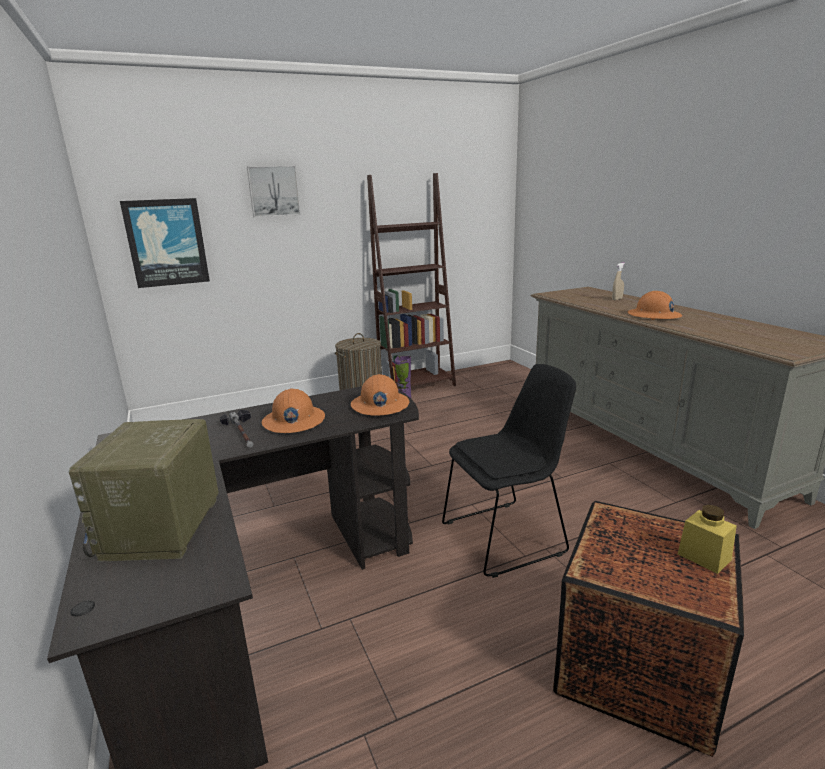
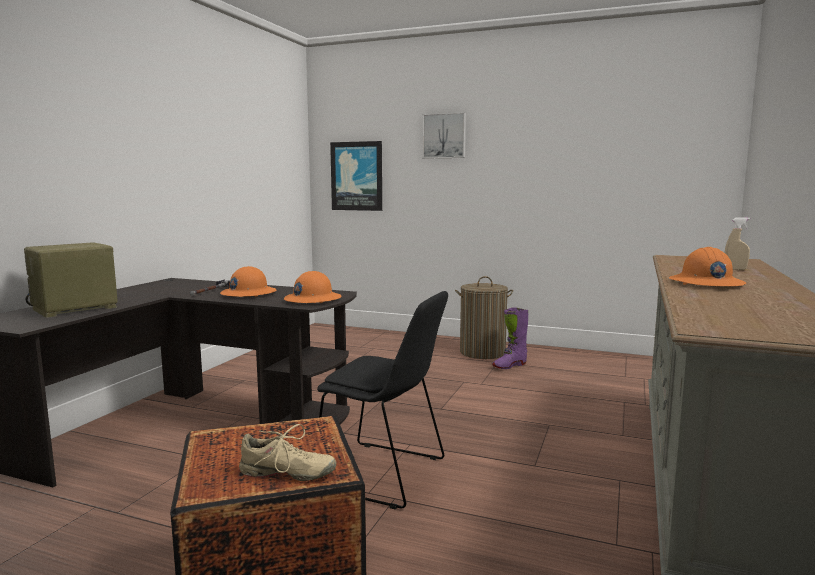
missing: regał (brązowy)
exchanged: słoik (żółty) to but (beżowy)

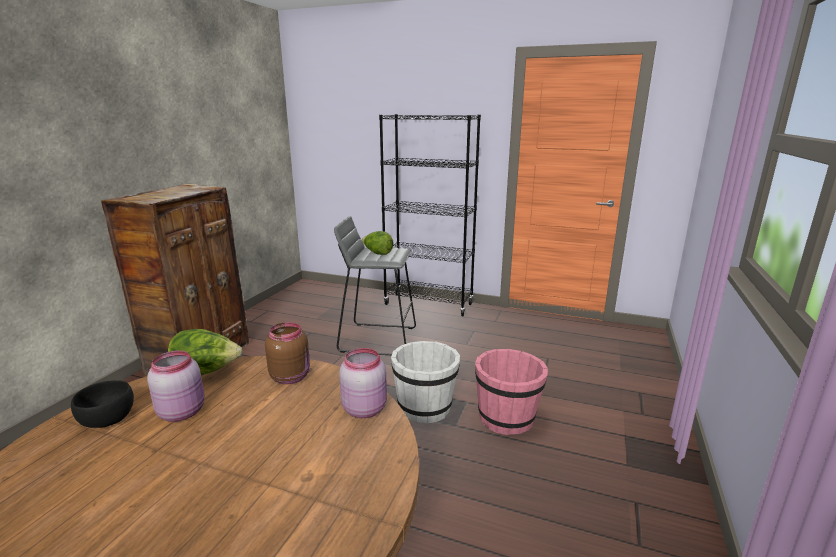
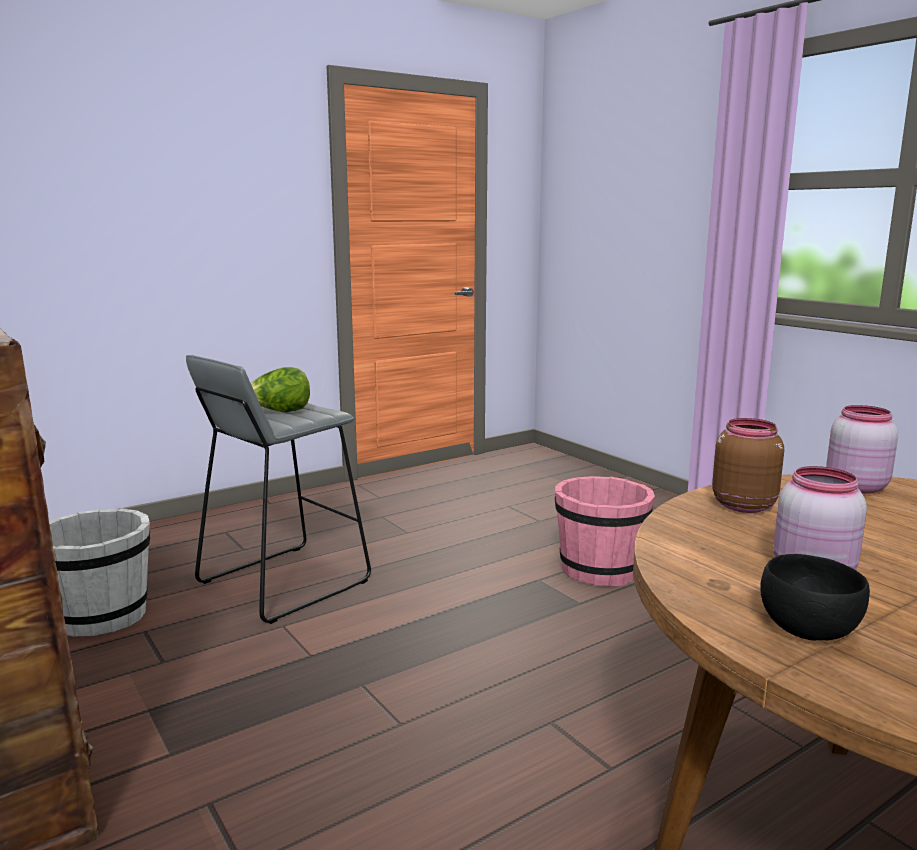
missing: sałata (no. 1 from left); regał (czarny)
relocated: wiadro (biały)

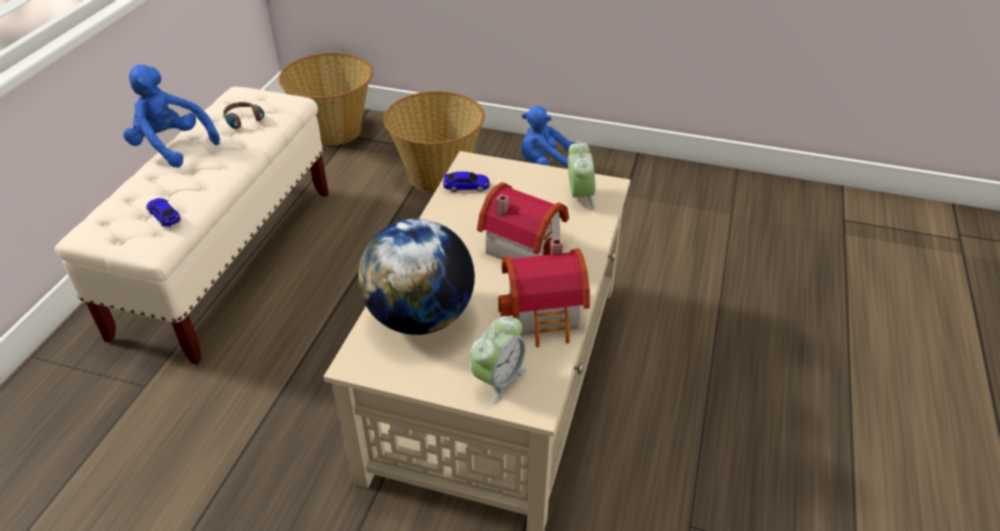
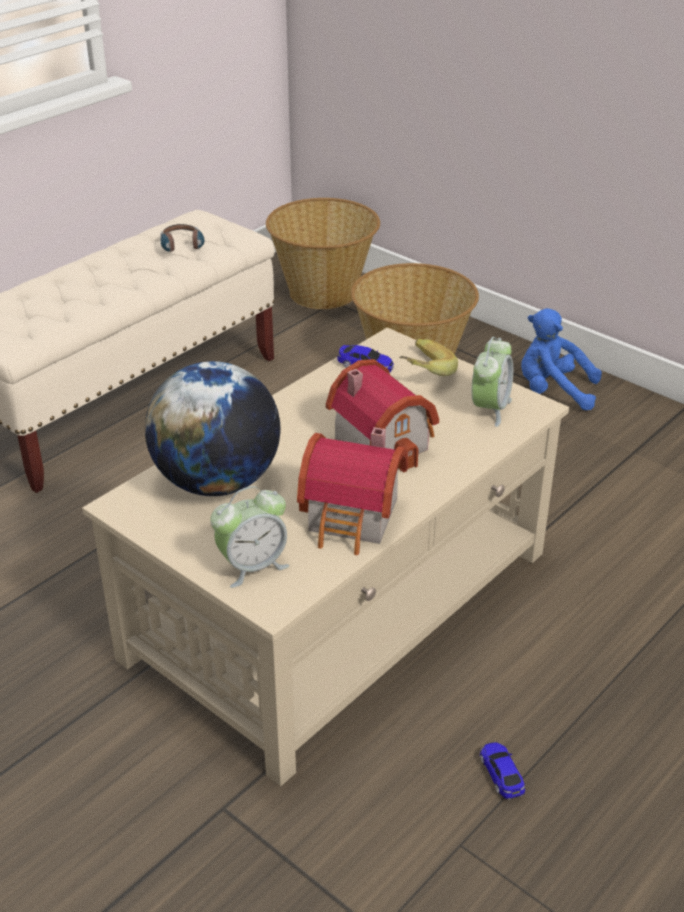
missing: pluszak (niebieski) (no. 1 from left)
appeared: banan
relocated: samochodzik (no. 1 from left in the first image) to samochodzik (no. 2 from left)

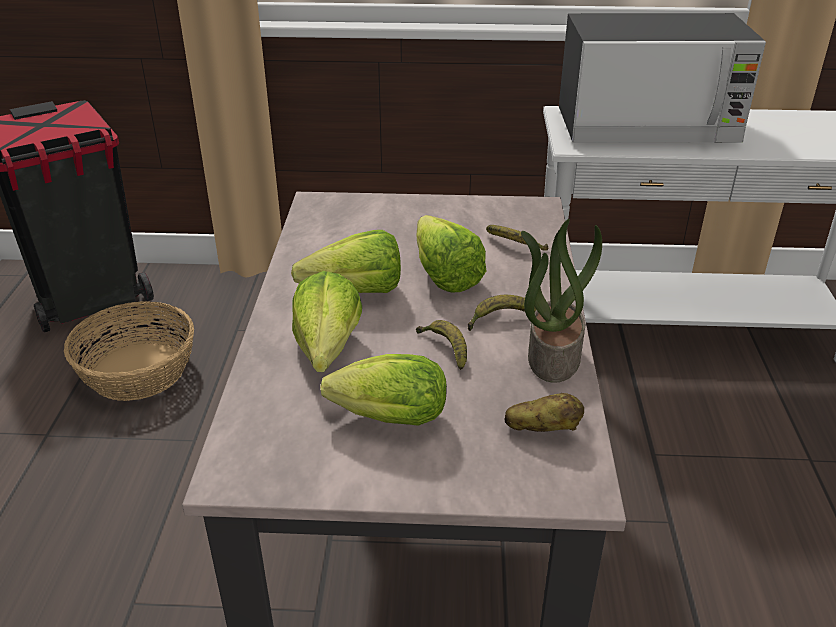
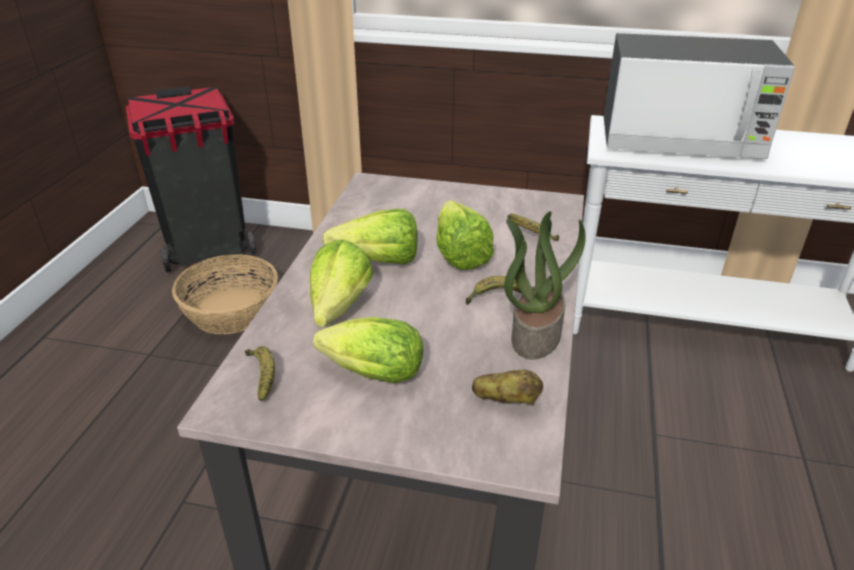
relocated: banan (no. 1 from left)

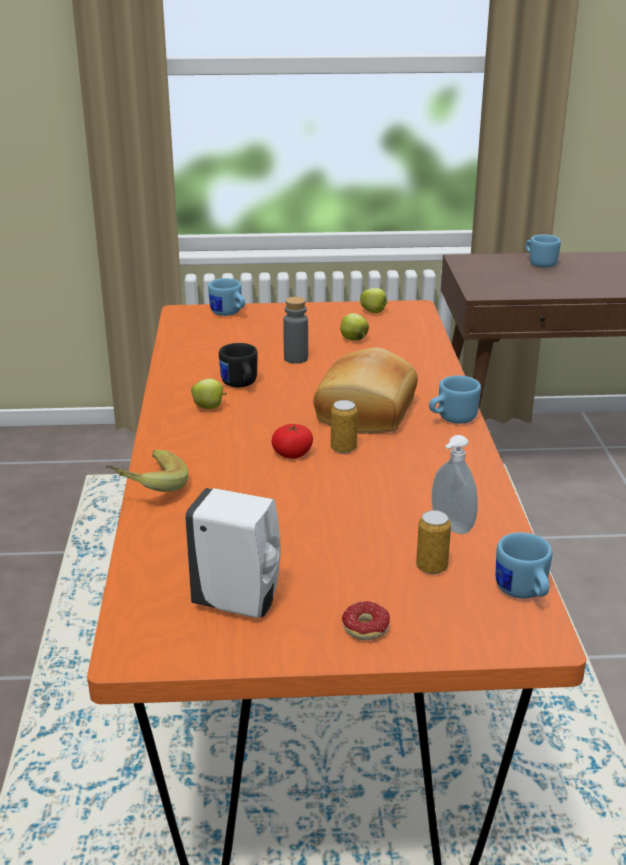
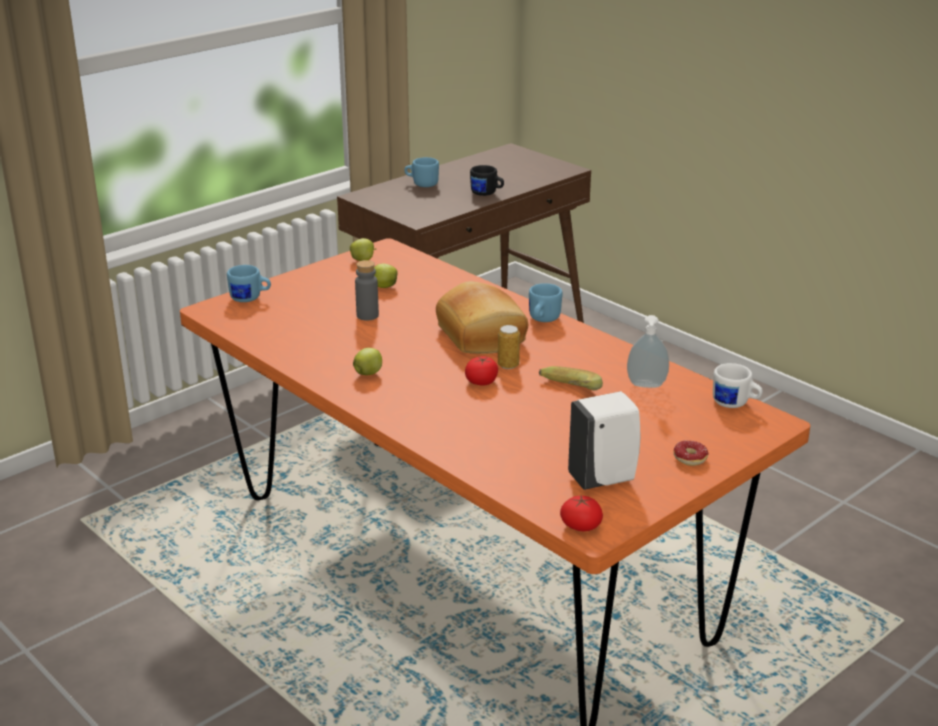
missing: puszka (no. 2 from left)
appeared: pomidor (no. 2 from left)
relocated: banan; kubek (czarny)
colour: kubek (niebieski) (no. 3 from left) to kubek (biały)

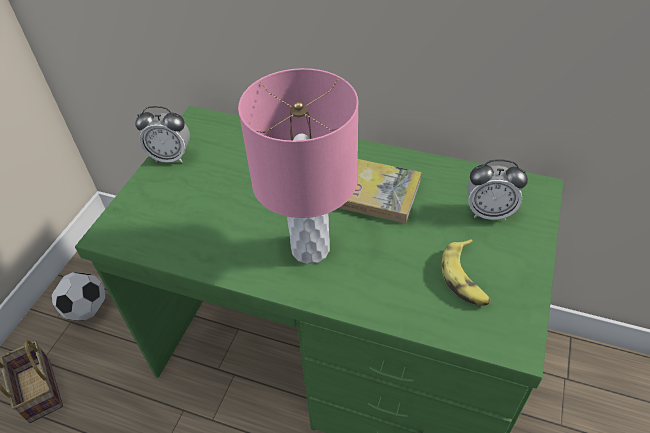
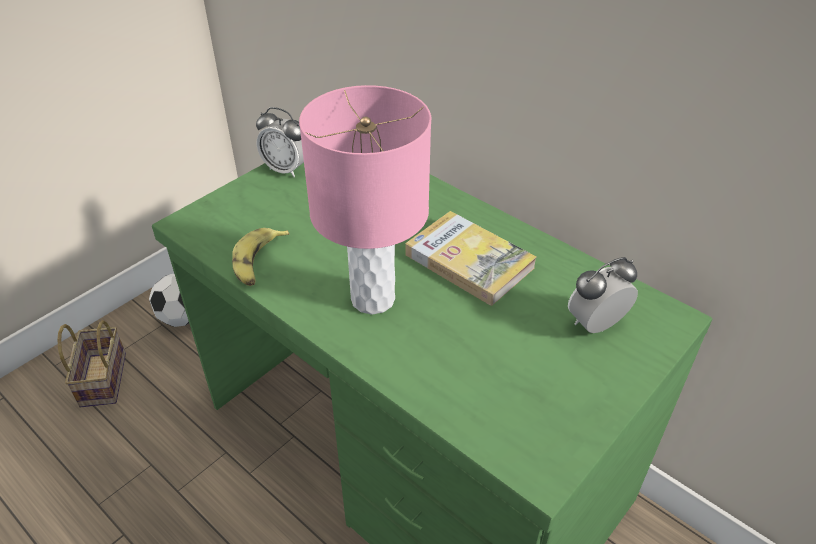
relocated: banan
spun: budzik (no. 2 from left) 120 degrees clockwise

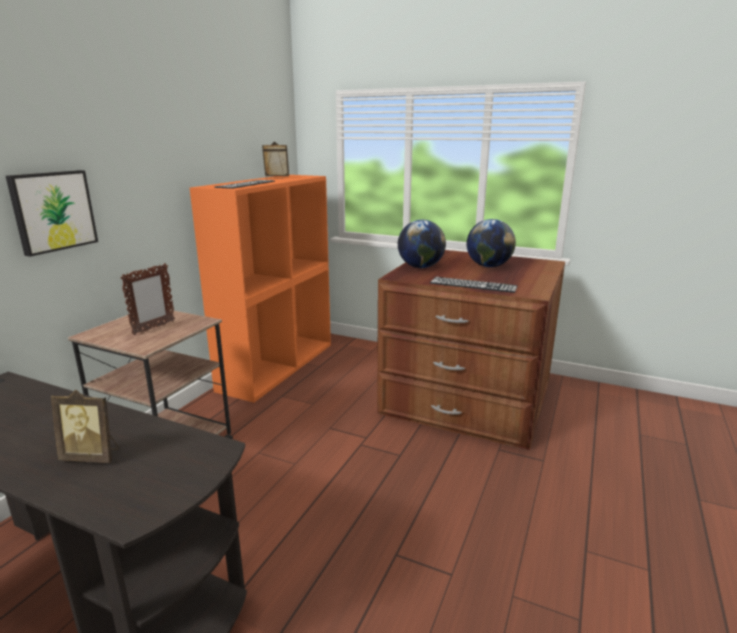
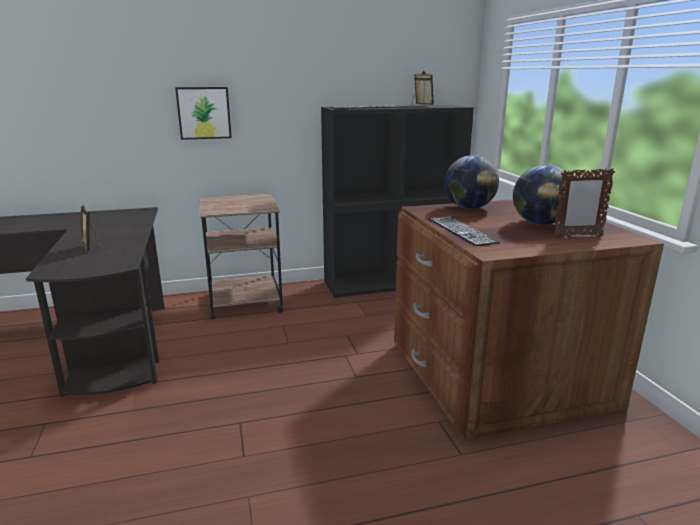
relocated: ramka na zdjęcie (no. 2 from left in the first image) to ramka na zdjęcie (no. 3 from left)
colour: regał (pomarańczowy) to regał (czarny)

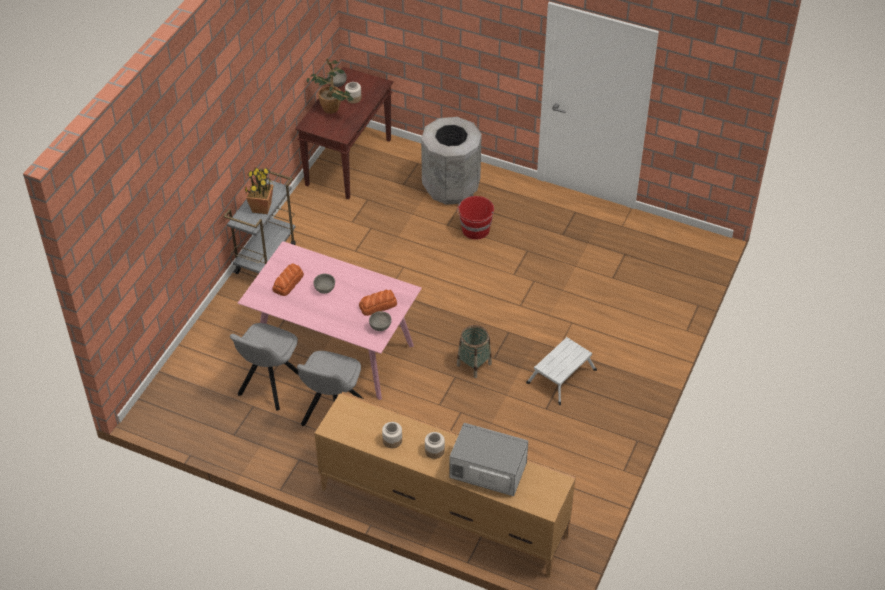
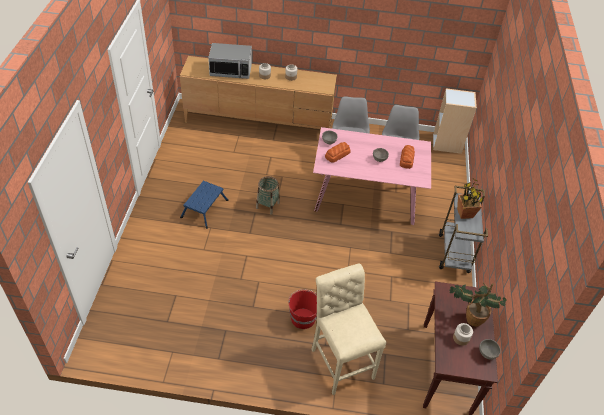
appeared: regał
exchanged: kosz na śmieci (szary) to stołek (beżowy)
colour: drabinka (biały) to drabinka (niebieski)

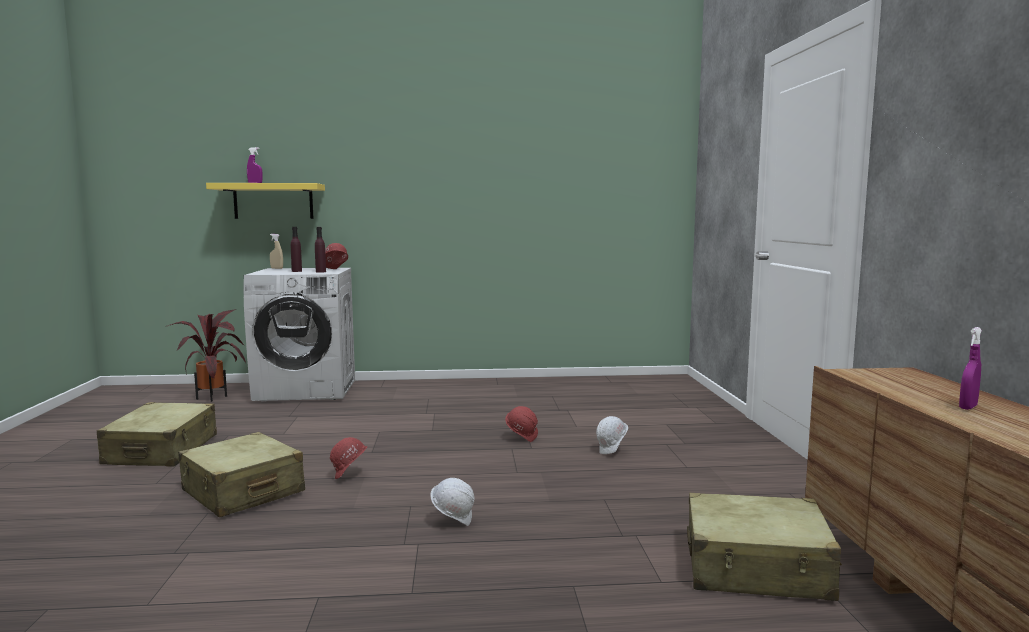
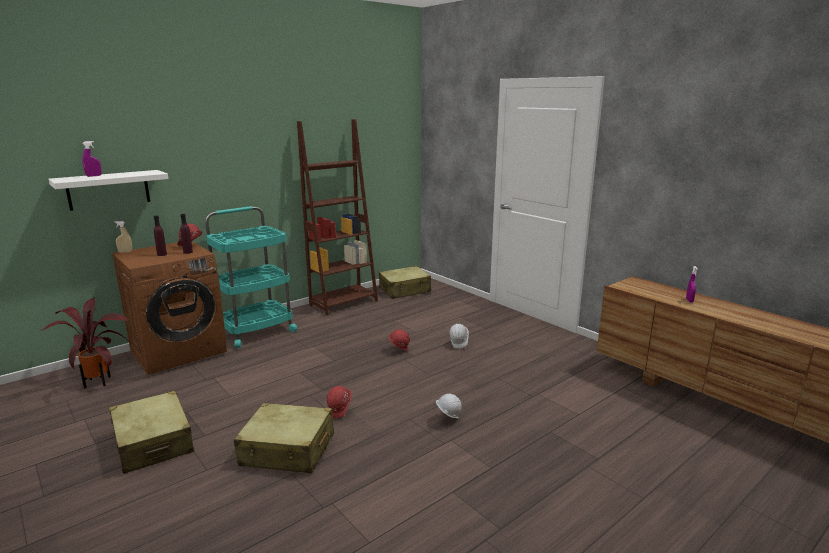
appeared: wózek (turkusowy); regał (brązowy)
relocated: walizka (beżowy) (no. 3 from left)
colour: półka (żółty) to półka (biały); pralka (biały) to pralka (brązowy)

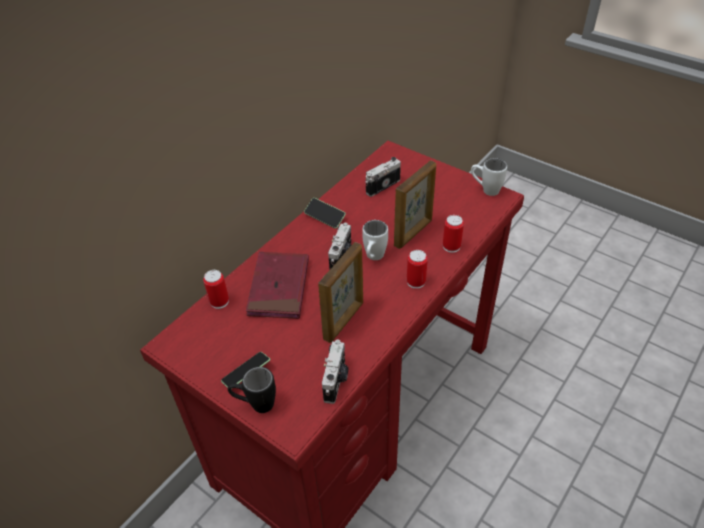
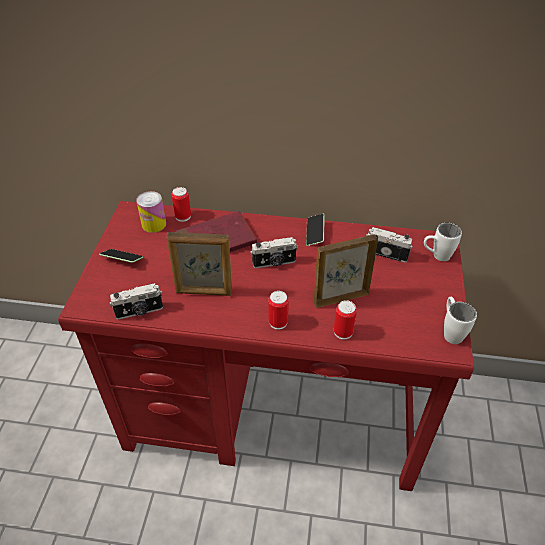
missing: kubek (czarny)
appeared: puszka (no. 1 from left)
relocated: kubek (biały) (no. 1 from left)
spun: ramka na zdjęcie (no. 2 from left) 150 degrees clockwise

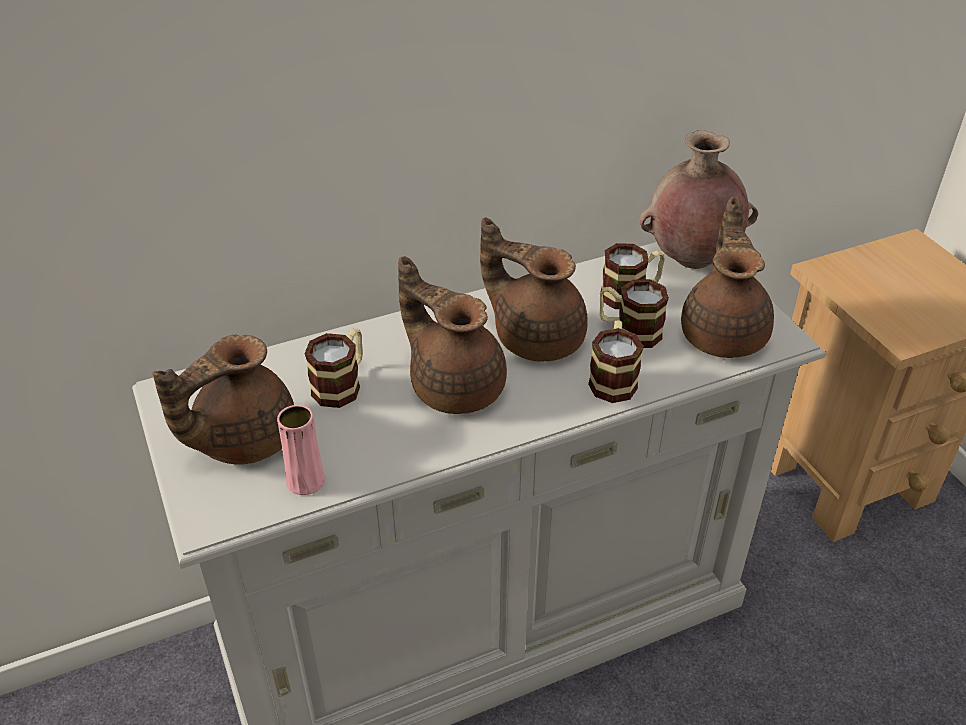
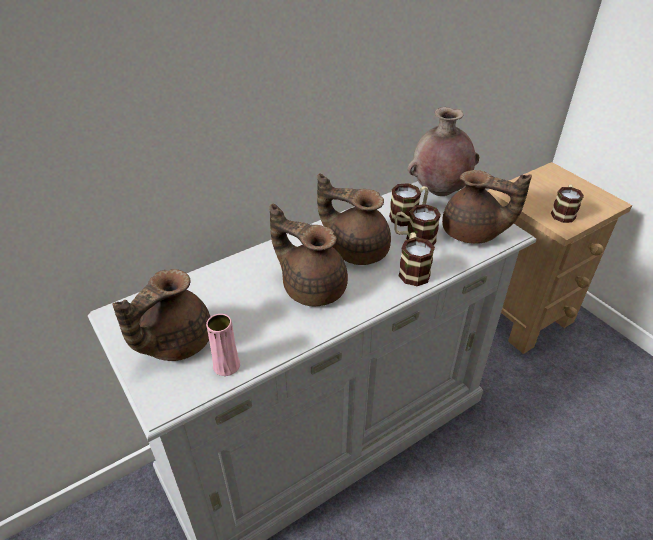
relocated: kubek (no. 1 from left in the first image) to kubek (no. 4 from left)
spun: imbryk (brązowy) (no. 4 from left) 120 degrees clockwise

